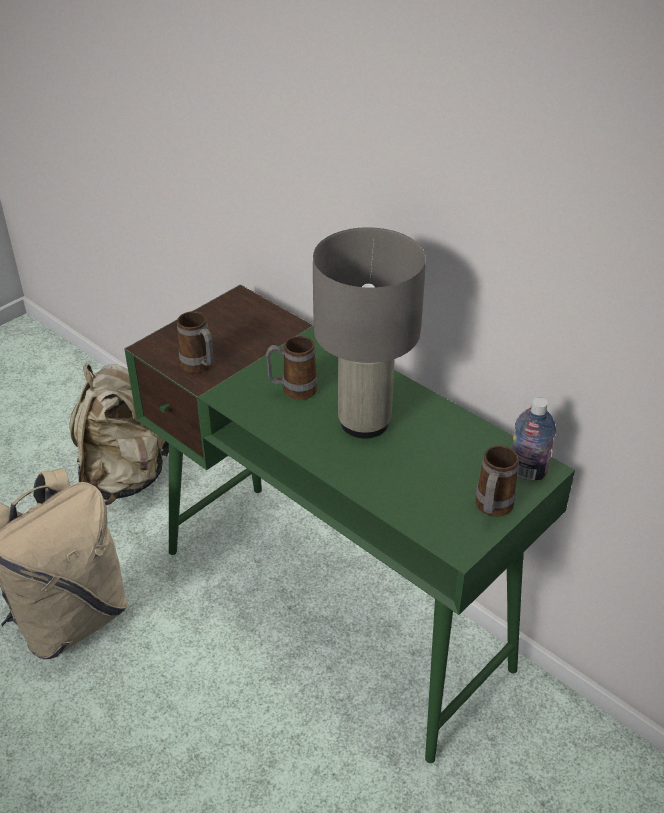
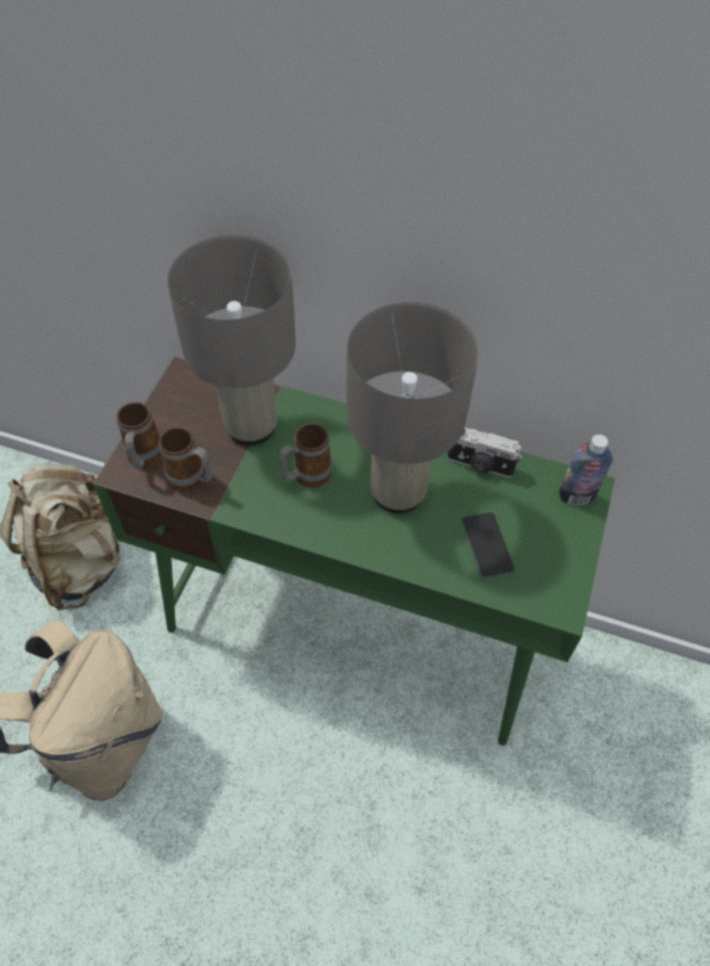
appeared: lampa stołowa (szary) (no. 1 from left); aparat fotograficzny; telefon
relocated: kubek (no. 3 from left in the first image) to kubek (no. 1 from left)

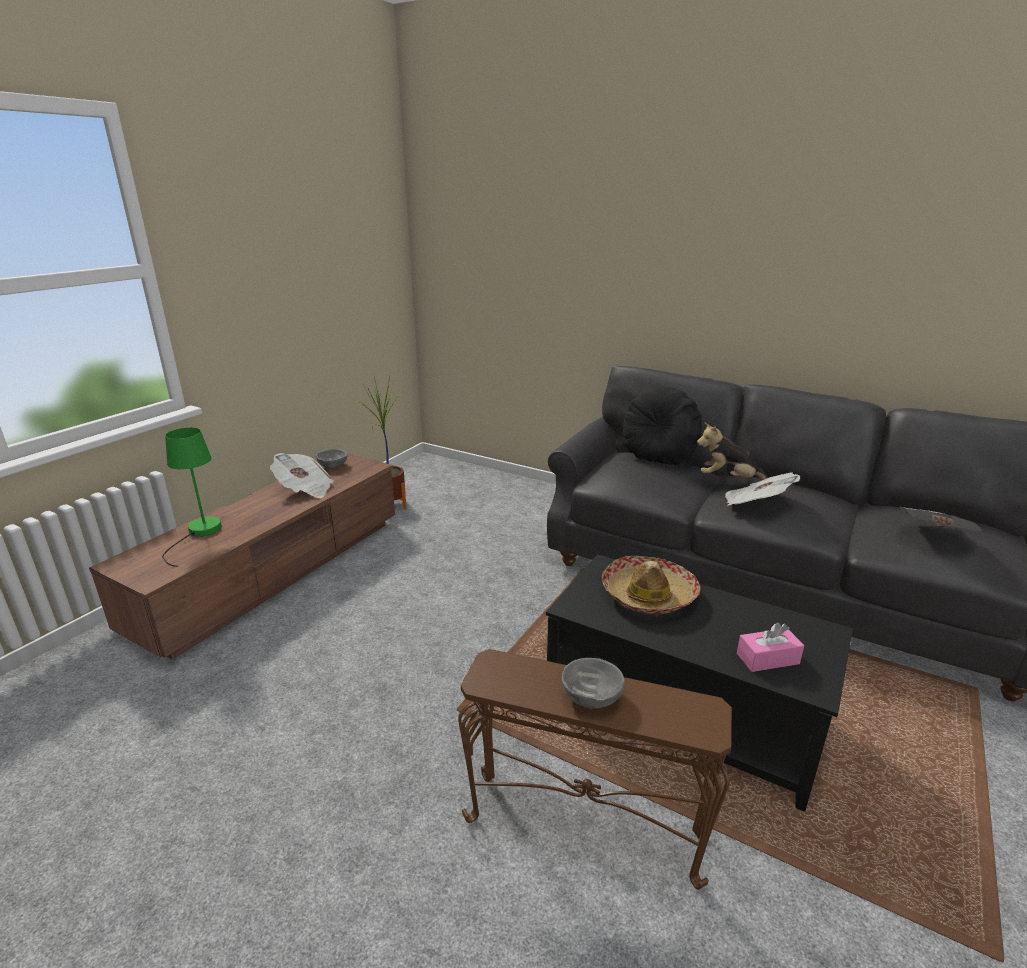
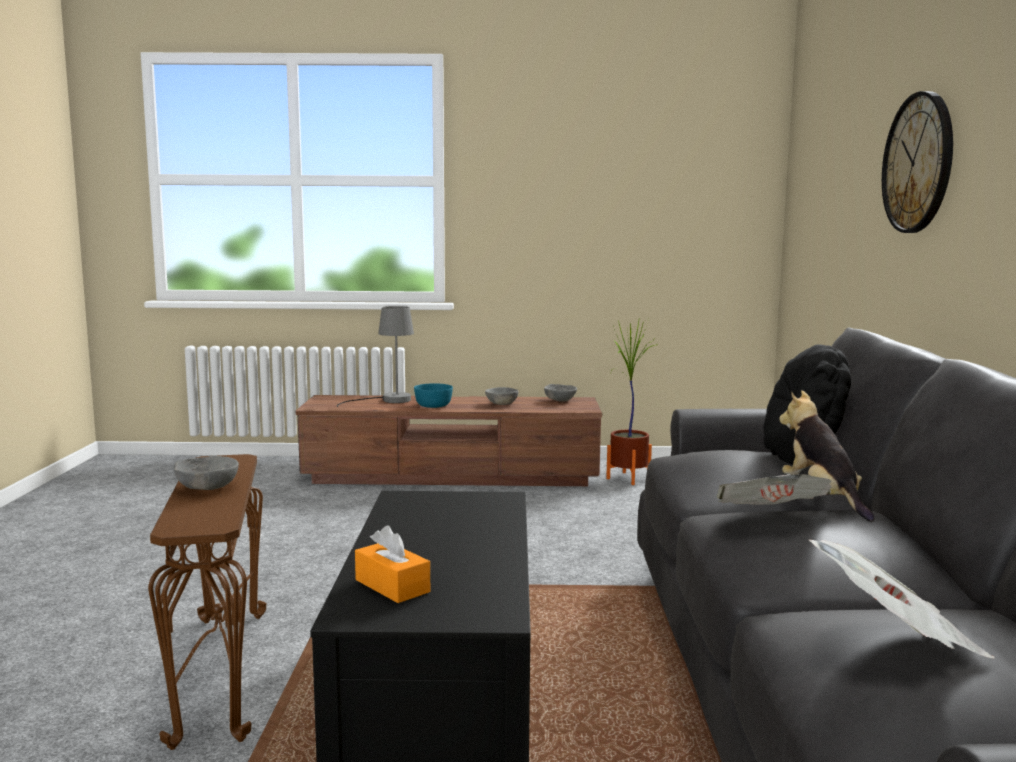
missing: kapelusz
appeared: miska (turkusowy); zegar ścienny
exchanged: gazeta (no. 1 from left) to miska (szary) (no. 2 from left)
colour: lampa stołowa (zielony) to lampa stołowa (szary); pudełko chusteczek (różowy) to pudełko chusteczek (pomarańczowy)

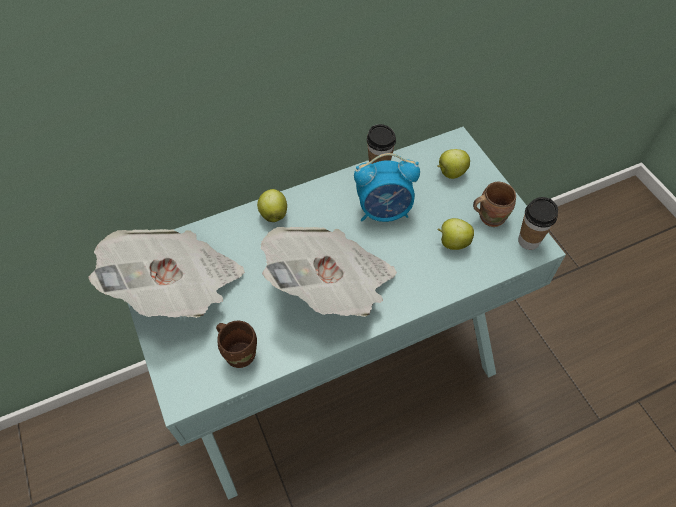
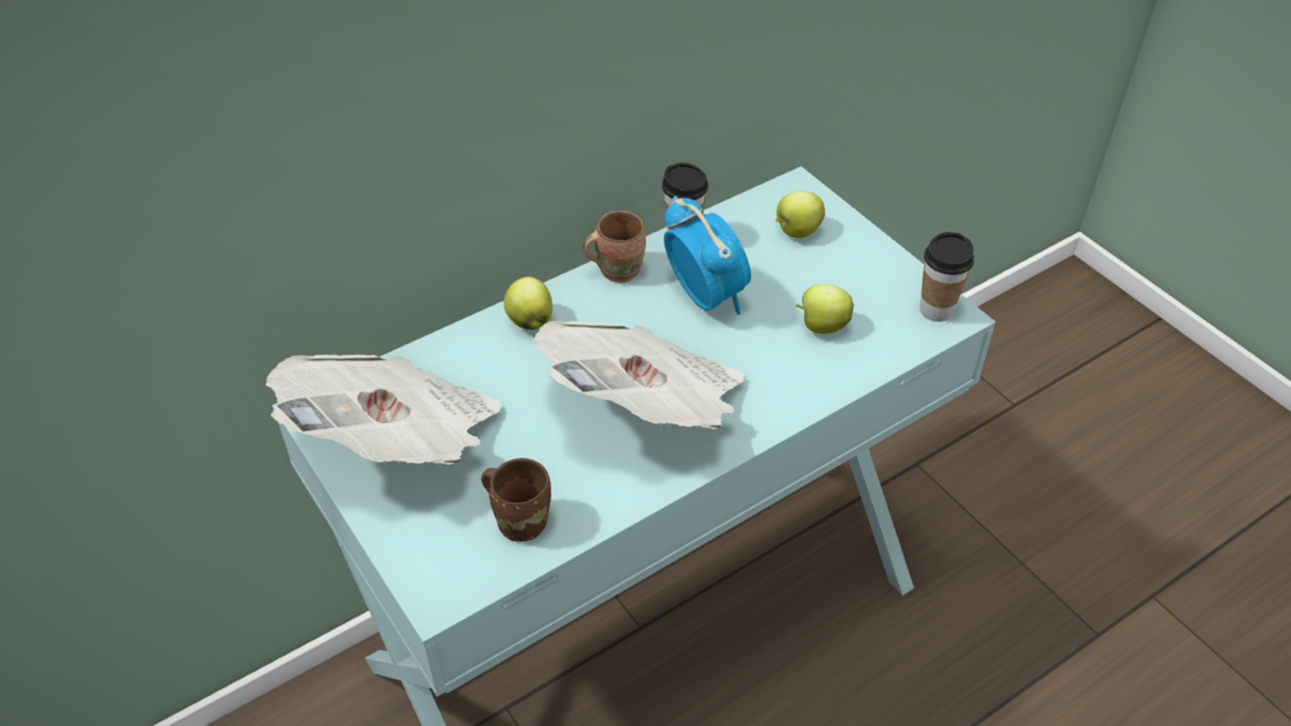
relocated: kubek (brązowy) (no. 2 from left)
spun: budzik 105 degrees counterclockwise

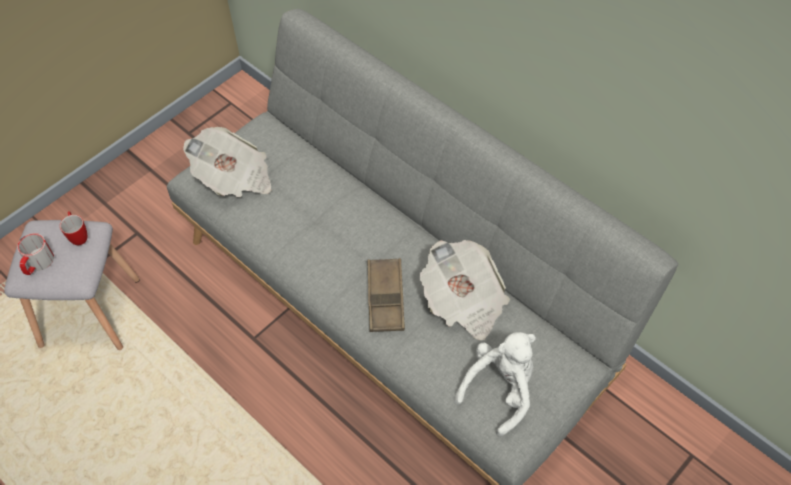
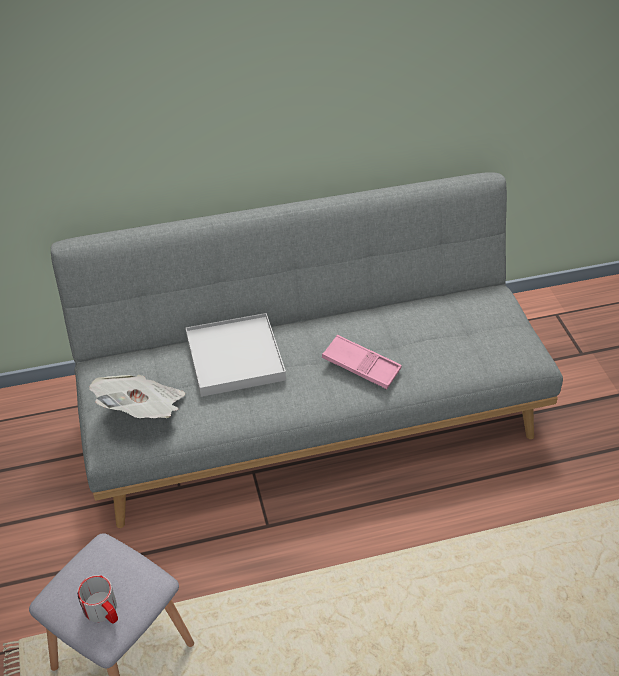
missing: kubek (no. 2 from left); gazeta (no. 2 from left); pluszak (biały)
appeared: taca (biały)
colour: taca (brązowy) to taca (różowy)

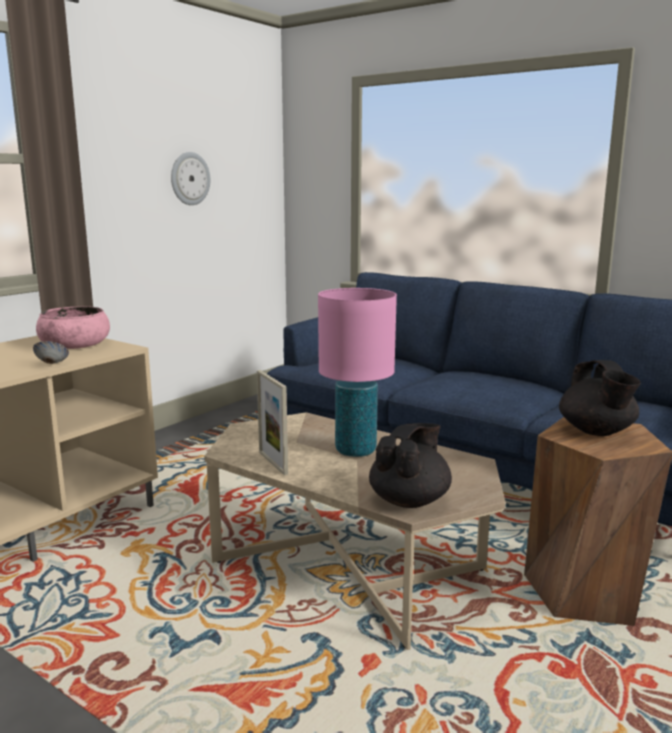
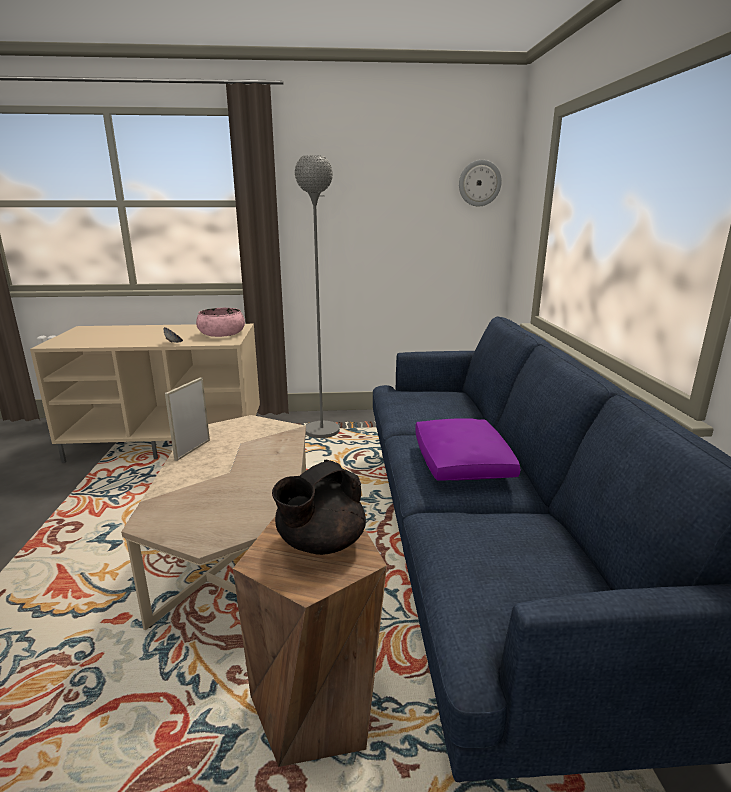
missing: lampa stołowa (różowy); imbryk (czarny) (no. 1 from left)
appeared: lampa stojąca (szary); poduszka (fioletowy)
relocated: zegar ścienny

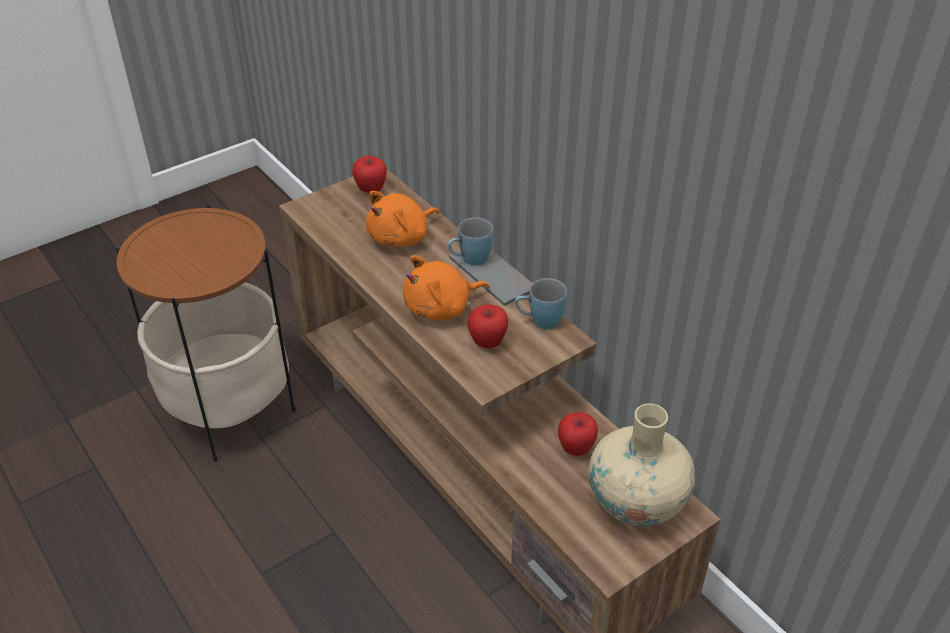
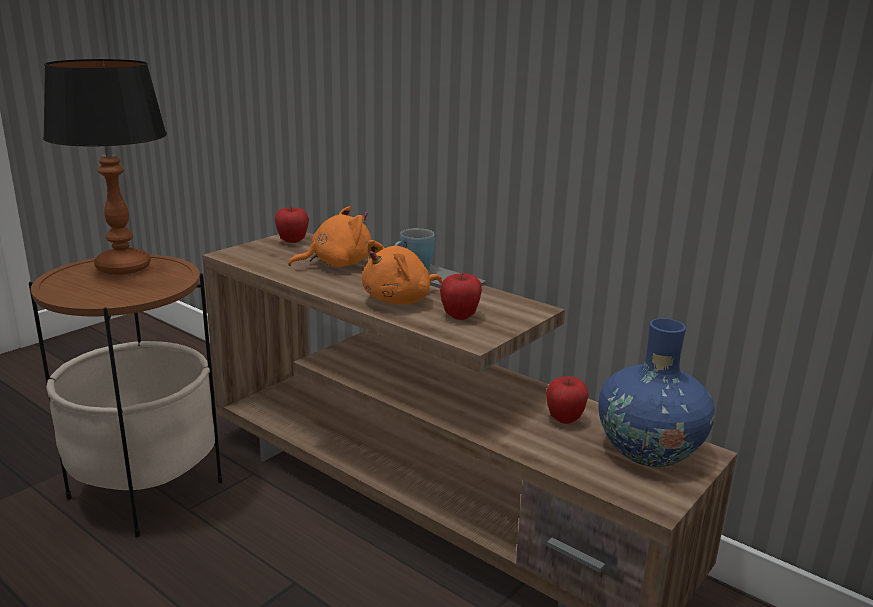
missing: kubek (niebieski) (no. 2 from left)
appeared: lampa stołowa
colour: wazon (beżowy) to wazon (niebieski)
spun: pluszak (pomarańczowy) (no. 1 from left) 150 degrees counterclockwise

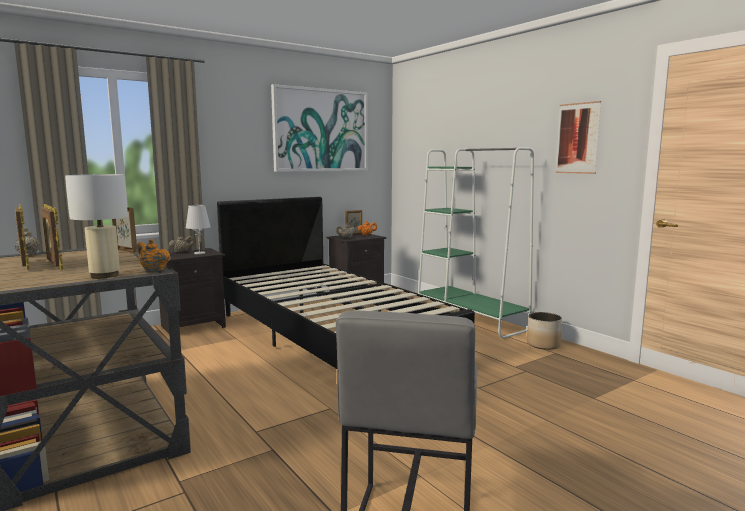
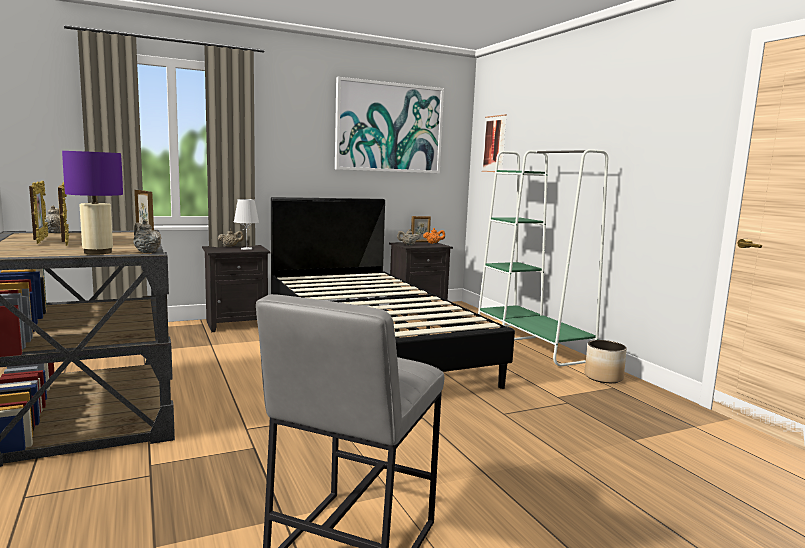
relocated: obraz (no. 2 from left)
colour: lampa stołowa (biały) (no. 1 from left) to lampa stołowa (fioletowy); imbryk (pomarańczowy) (no. 1 from left) to imbryk (beżowy) (no. 2 from left)

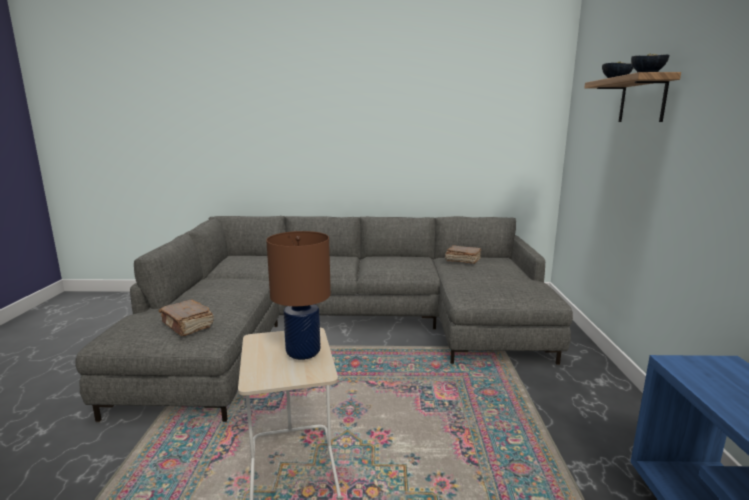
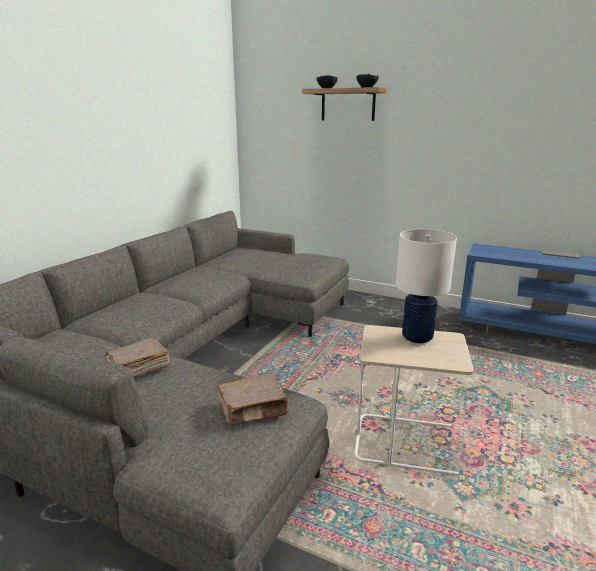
relocated: książka (brązowy) (no. 2 from left in the first image) to książka (brązowy) (no. 1 from left)
colour: lampa stołowa (brązowy) to lampa stołowa (biały)

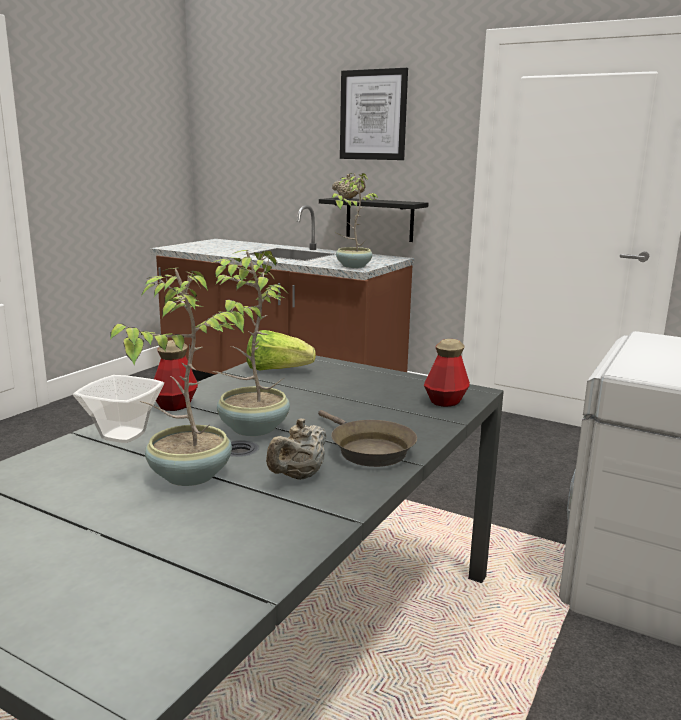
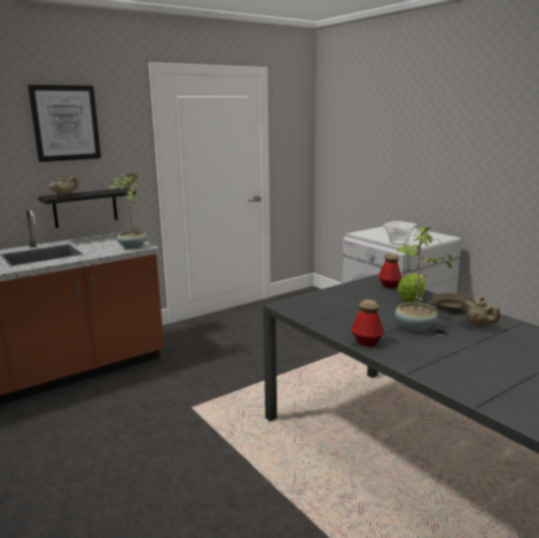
missing: roślina doniczkowa (no. 1 from left)
relocated: miska; sałata

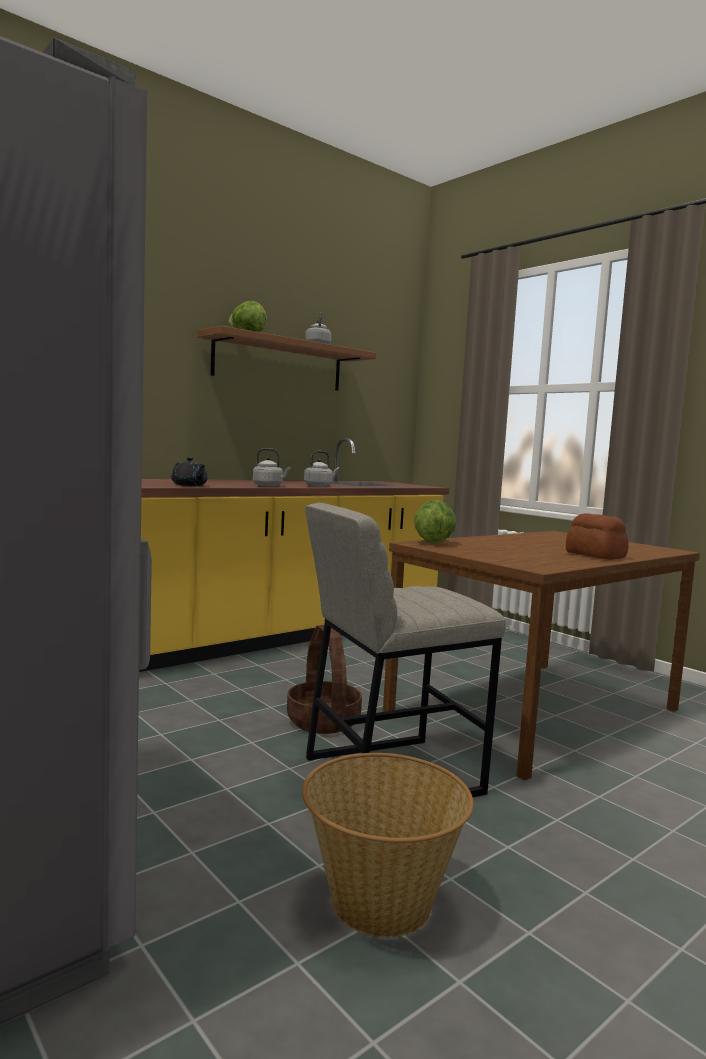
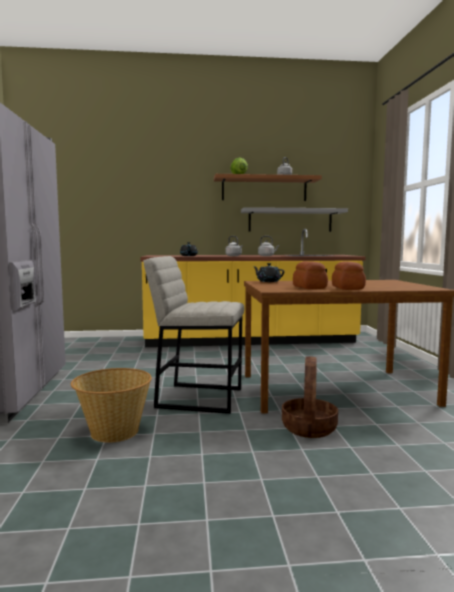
appeared: półka (szary); chleb (no. 1 from left)
relocated: koszyk (no. 1 from left in the first image) to koszyk (no. 2 from left)
exchanged: sałata (no. 2 from left) to imbryk (czarny) (no. 2 from left)

